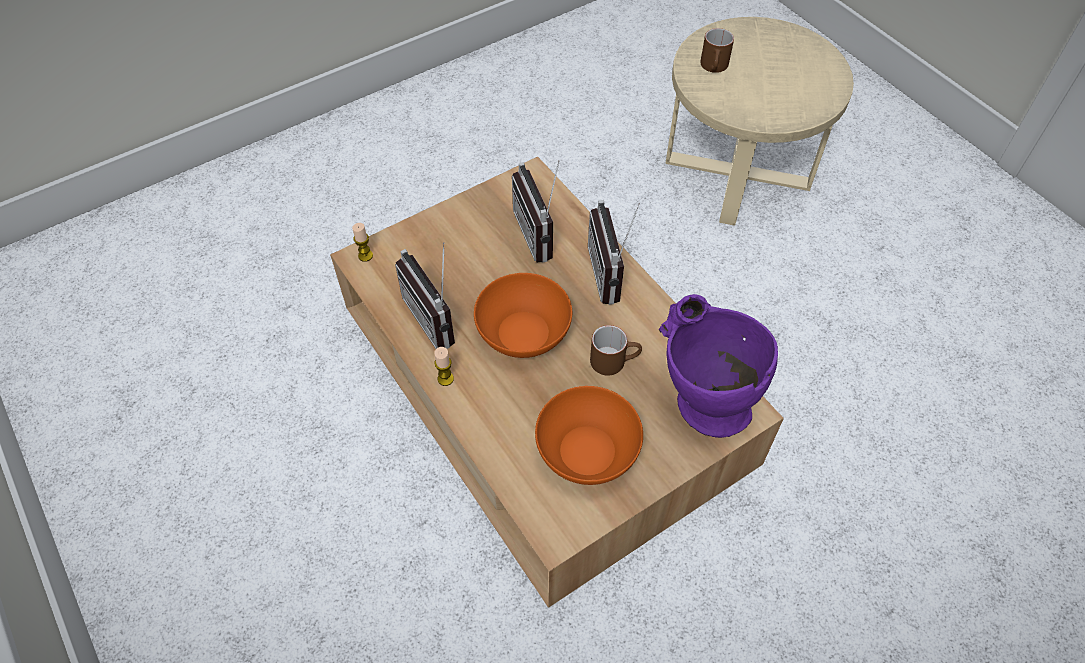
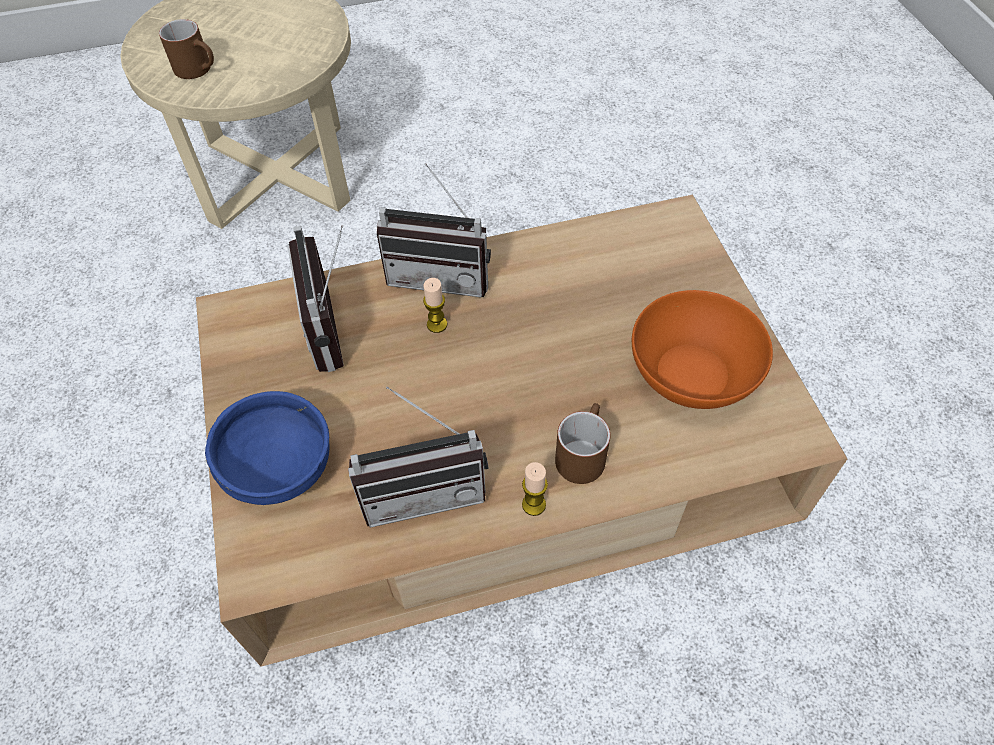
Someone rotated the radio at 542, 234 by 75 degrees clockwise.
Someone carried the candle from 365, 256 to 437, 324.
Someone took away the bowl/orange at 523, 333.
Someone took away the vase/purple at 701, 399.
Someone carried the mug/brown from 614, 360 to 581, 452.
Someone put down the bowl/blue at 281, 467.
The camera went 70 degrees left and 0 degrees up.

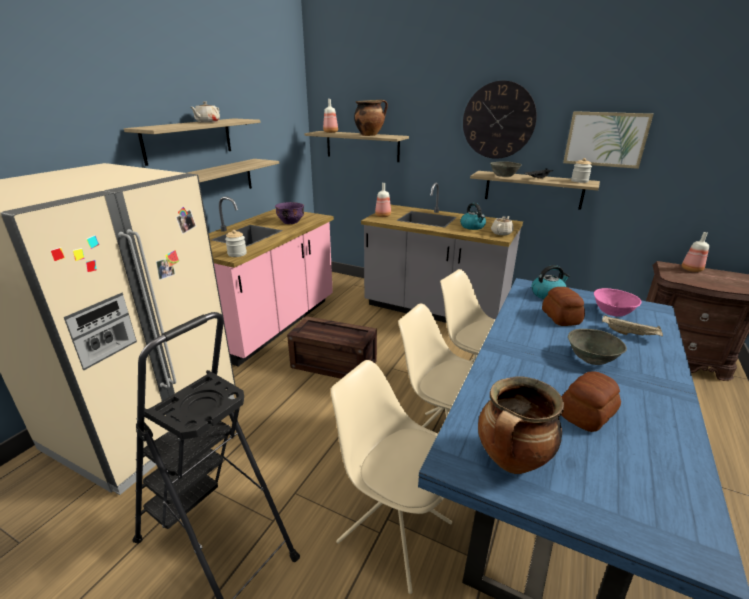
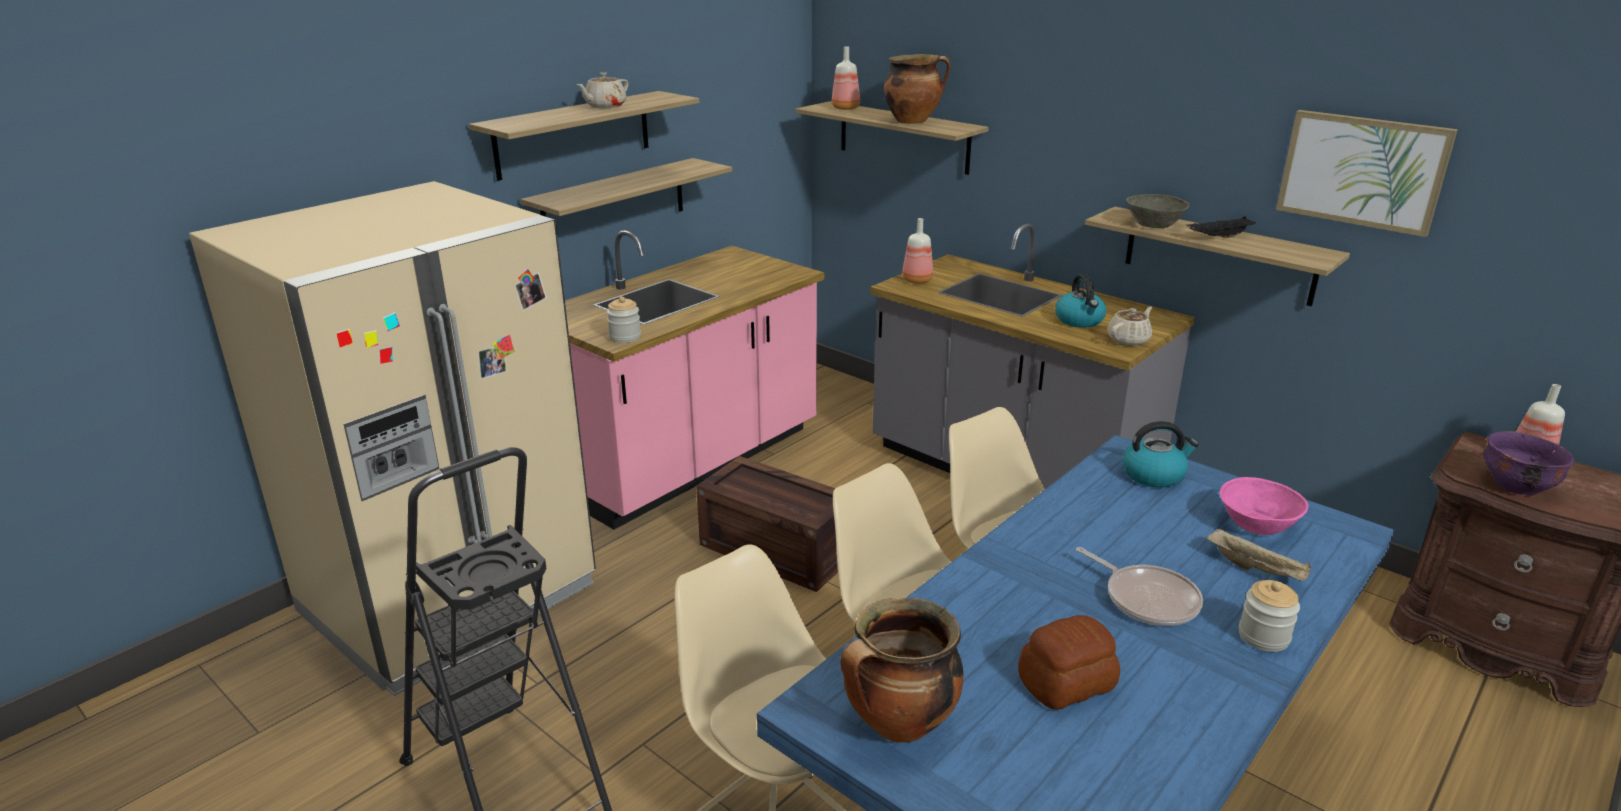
Someone took away the wall clock at 498, 120.
Someone carried the jar from 579, 181 to 1263, 636.
Someone carried the bowl/purple from 290, 222 to 1515, 486.
Someone took away the bread at 560, 317.
Someone swapped the bowl/grey at 591, 357 for the frying pan at 1147, 599.
The camera went 15 degrees right and 0 degrees up.

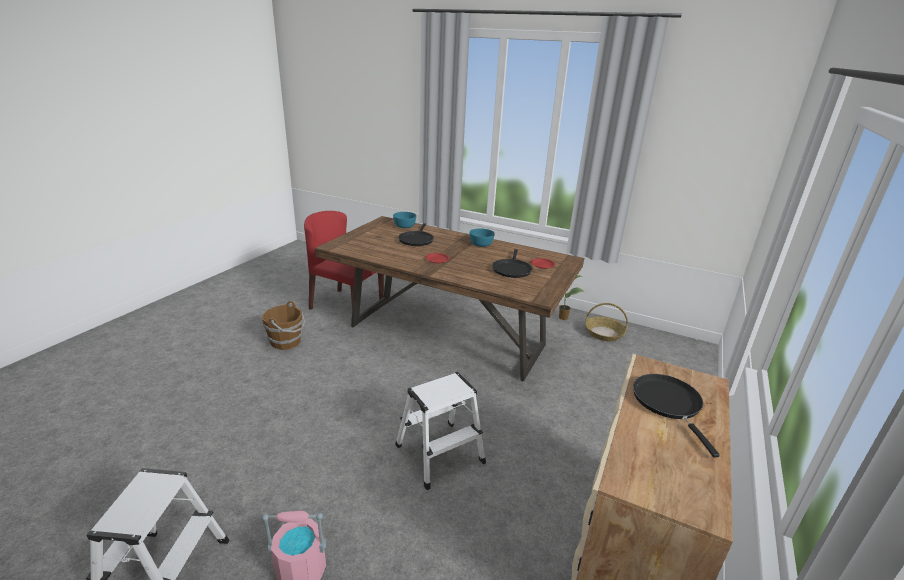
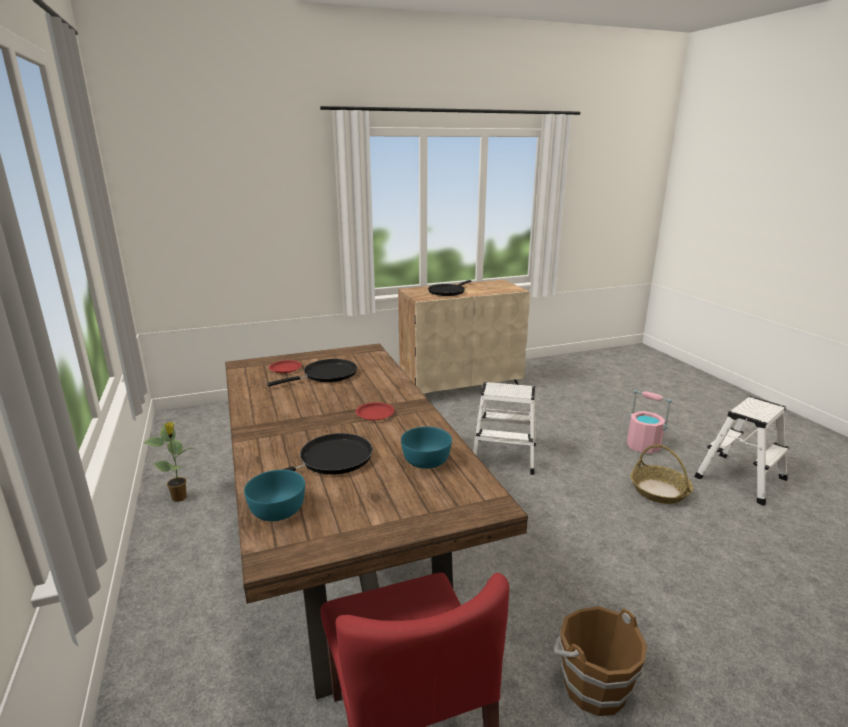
Someone carried the bowl/turquoise from 481, 244 to 425, 460.
Someone carried the basket from 603, 333 to 659, 491.
The camera went 135 degrees left and 5 degrees down.

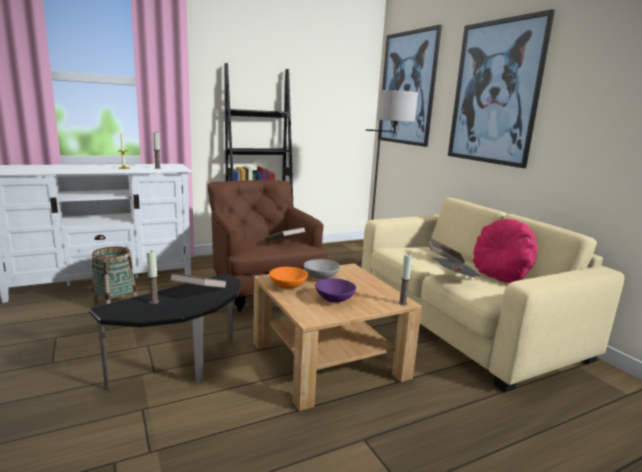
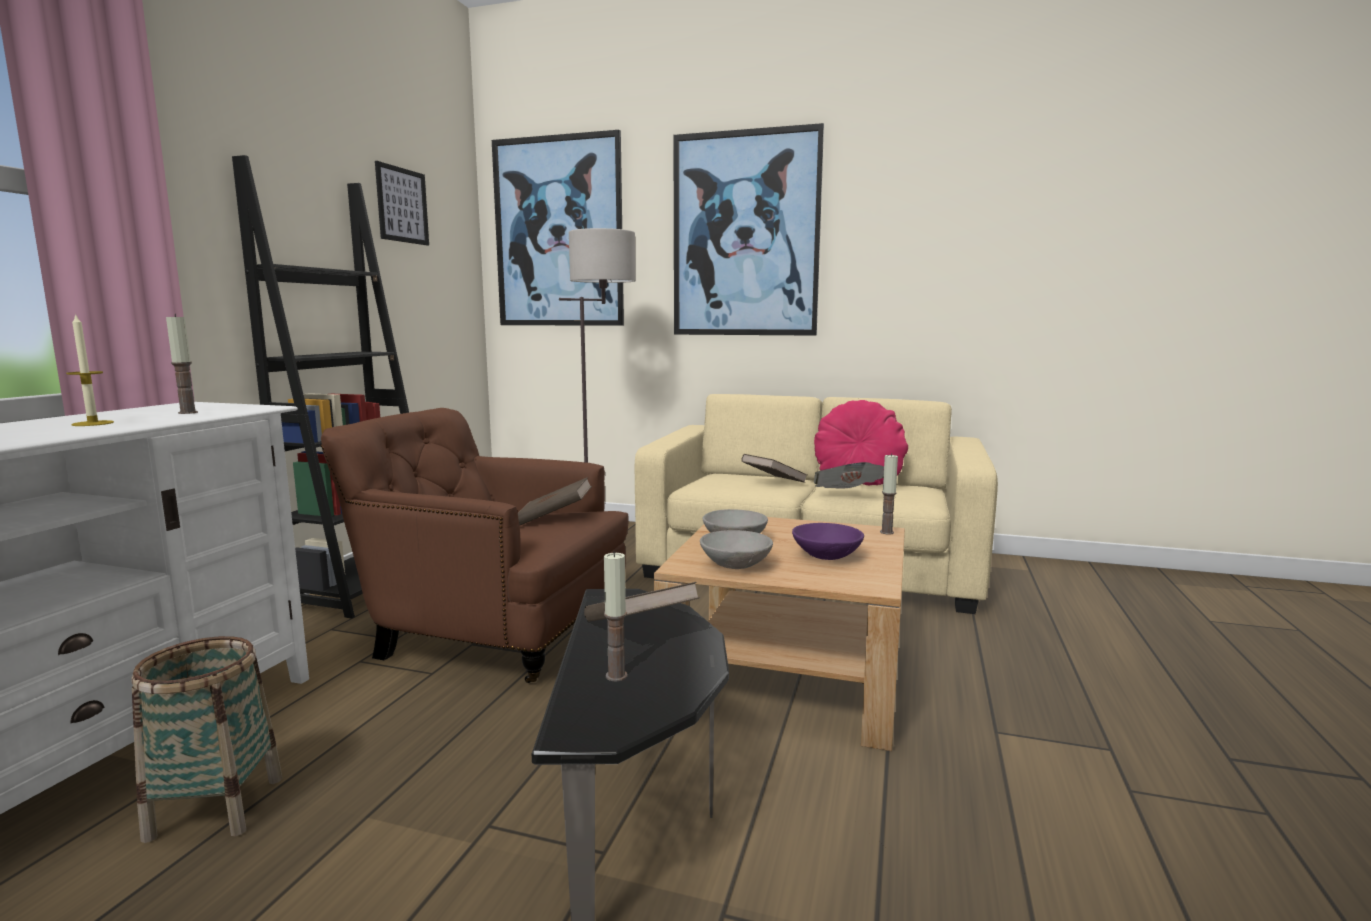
Someone repainted the bowl/orange at 287, 286, which became the bowl/grey at 735, 565.
Someone put up the picture at 402, 205.
The camera went 45 degrees left and 5 degrees down.

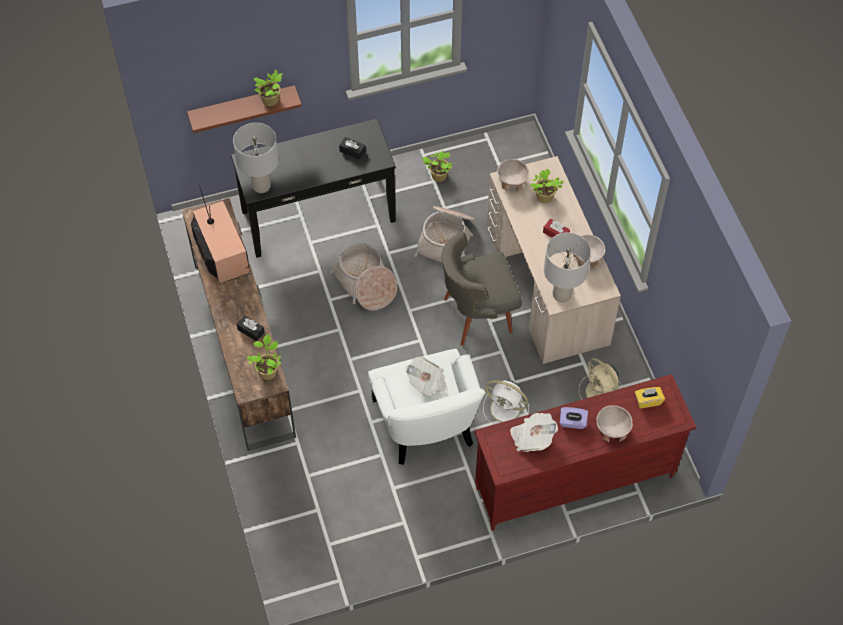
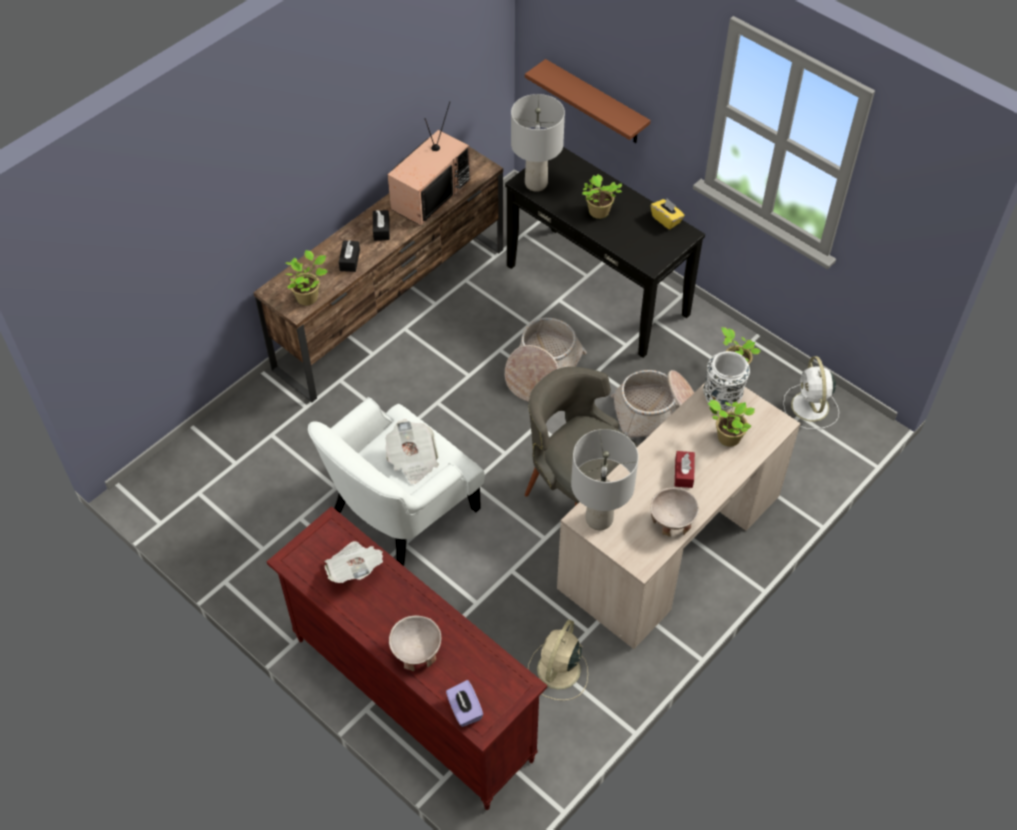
Someone carried the potted plant from 271, 101 to 598, 213.
Someone carried the tissue box/black from 352, 151 to 381, 229.
Someone swapped the bowl/beige at 512, 183 for the vase/white at 722, 396.
Someone carried the fan/white from 506, 409 to 810, 408.
Someone carried the tissue box/yellow from 648, 401 to 666, 220.
Someone carried the tissue box/purple from 572, 422 to 464, 710.
The camera went 60 degrees right and 5 degrees down.

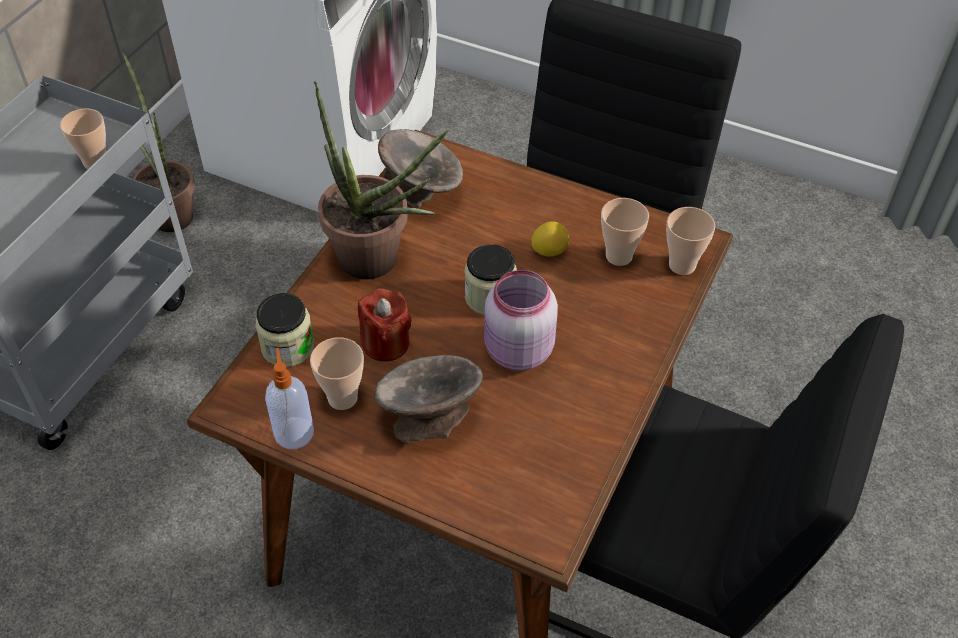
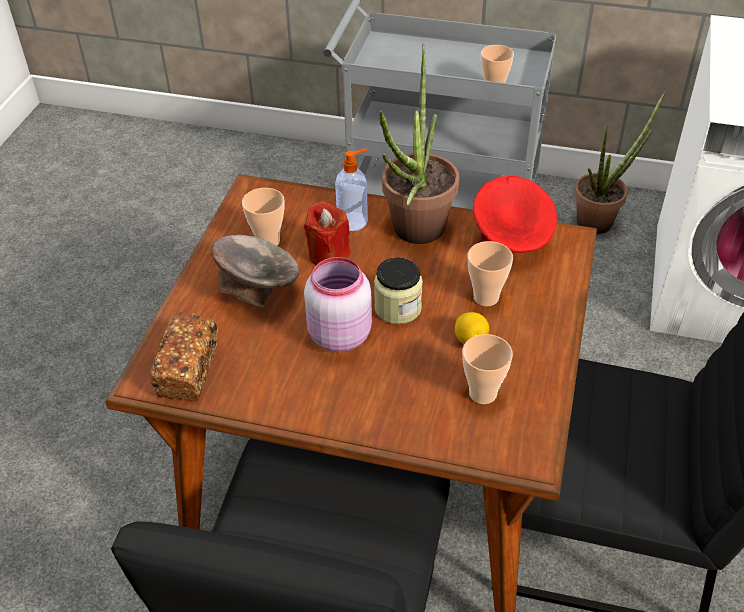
Someone repainted the bowl/grey at 421, 192, which became the bowl/red at 511, 244.
Someone carried the cup from 682, 265 to 486, 297.
Someone took away the jar at 288, 347.
Someone carried the soap dispenser from 294, 432 to 353, 221.
Someone put down the bread at 188, 369.
The camera went 80 degrees right and 5 degrees down.

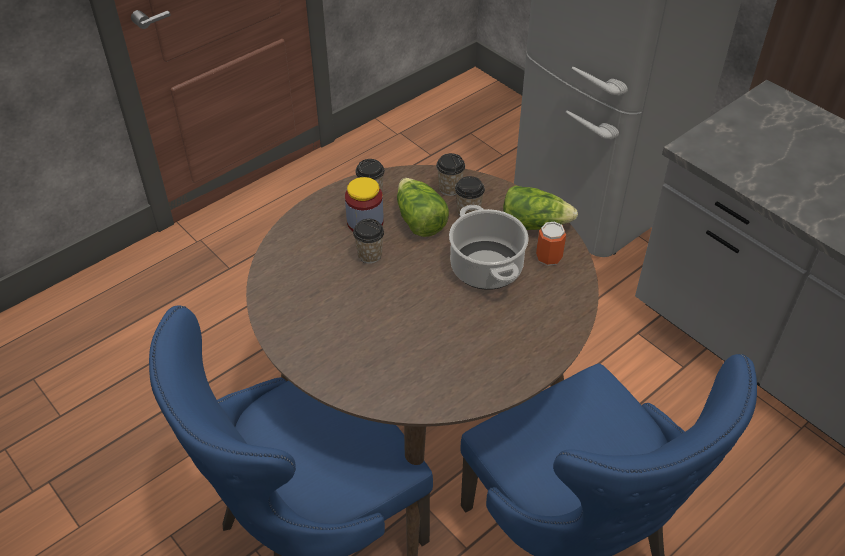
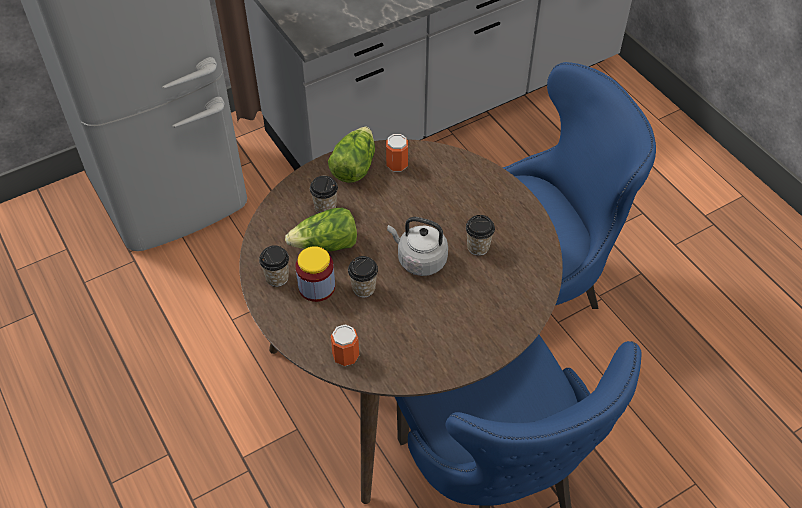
Someone carried the cup from 450, 188 to 478, 247.
Someone took away the cooking pot at 487, 268.
Someone put down the kettle/grey at 419, 260.
Someone put down the can at 346, 356.
The camera went 80 degrees left and 5 degrees up.

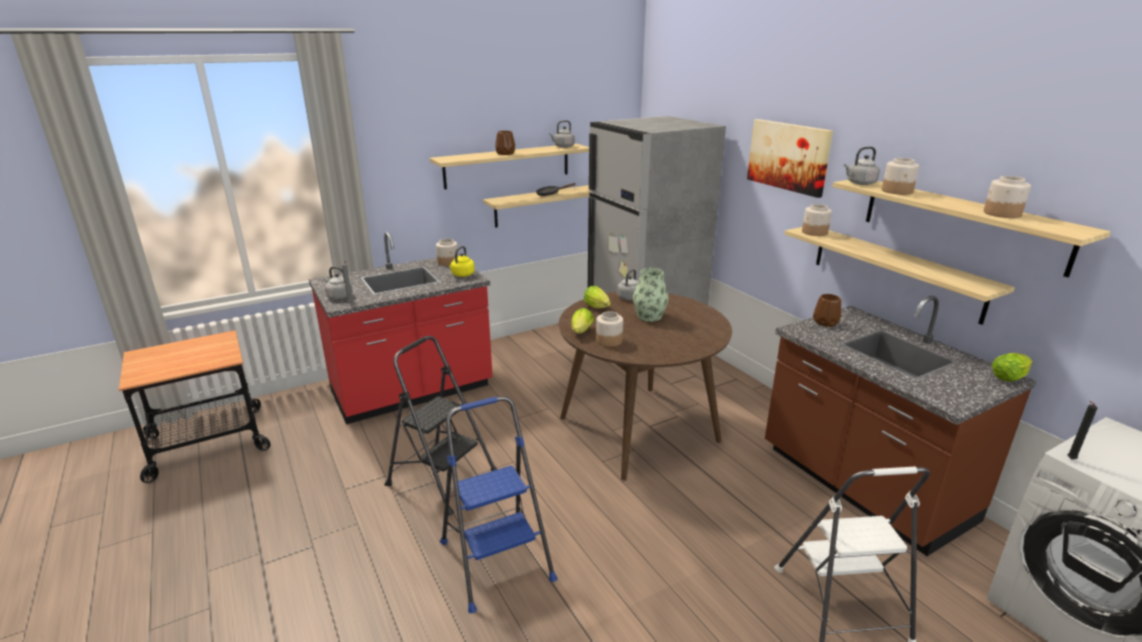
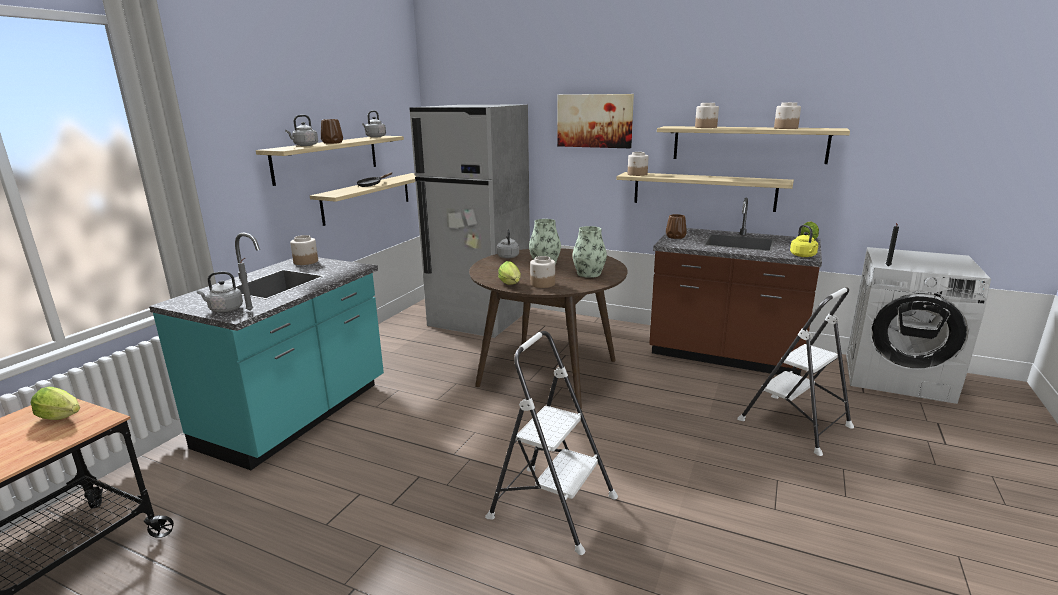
Someone carried the kettle/grey from 859, 183 to 304, 145.
Someone repainted the counter/red at 412, 391, which became the counter/turquoise at 297, 415.
Someone carried the kettle/yellow from 462, 275 to 803, 256.
Someone carried the lettuce from 598, 308 to 63, 418.
Someone took away the step ladder/black at 440, 476.
Someone repainted the step ladder/blue at 495, 556, which became the step ladder/white at 549, 504.
Someone put down the vase at 589, 274.
The camera went 35 degrees left and 5 degrees down.

